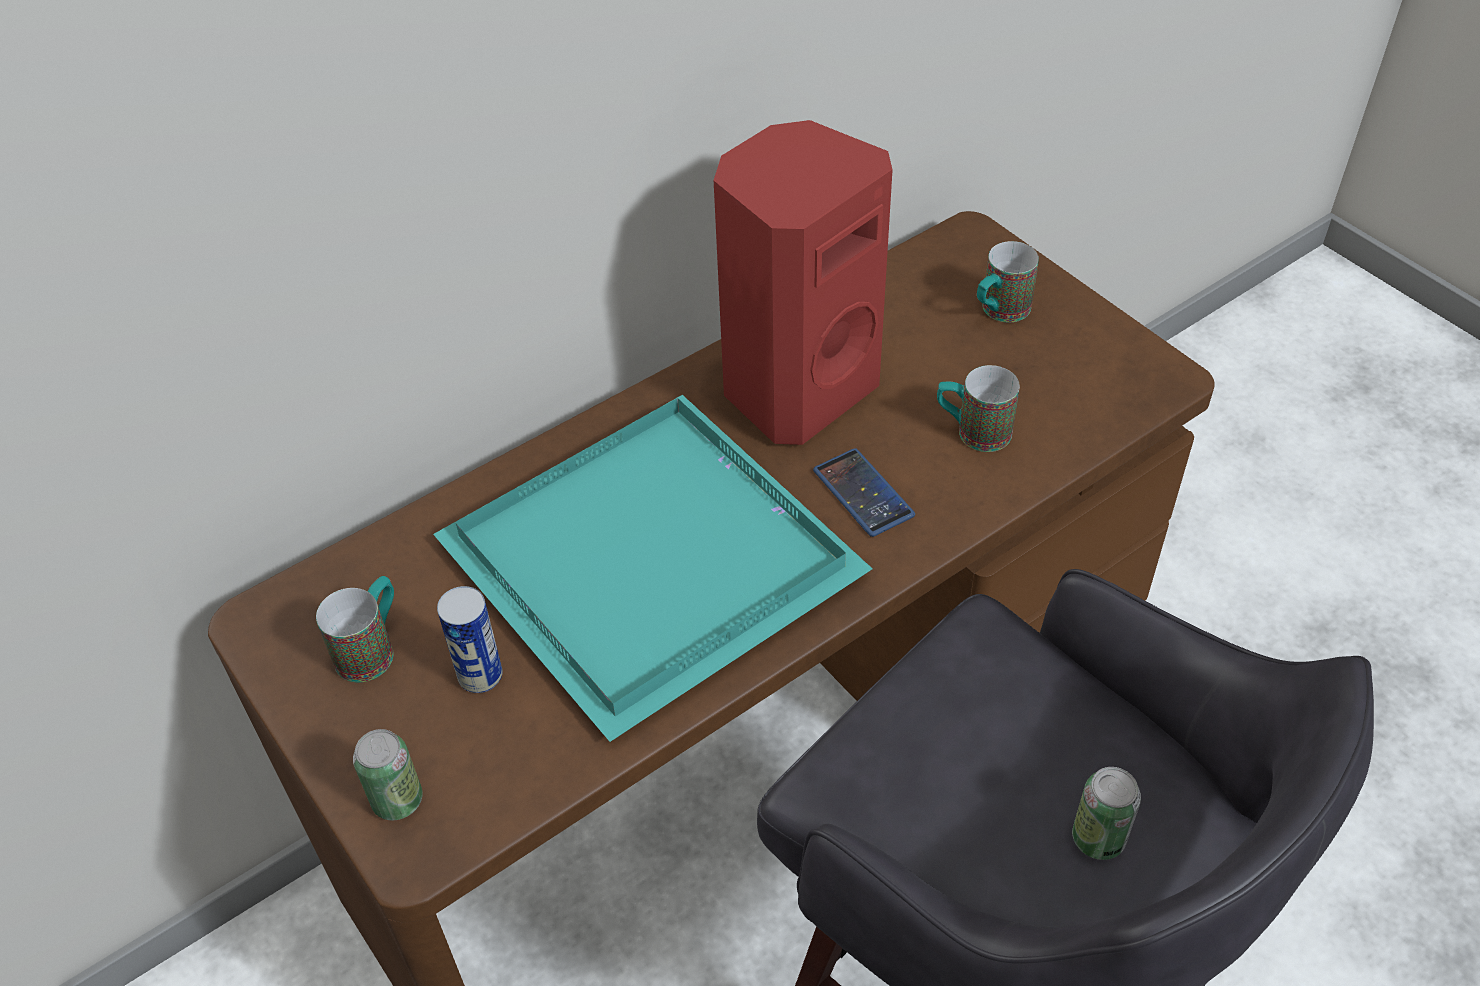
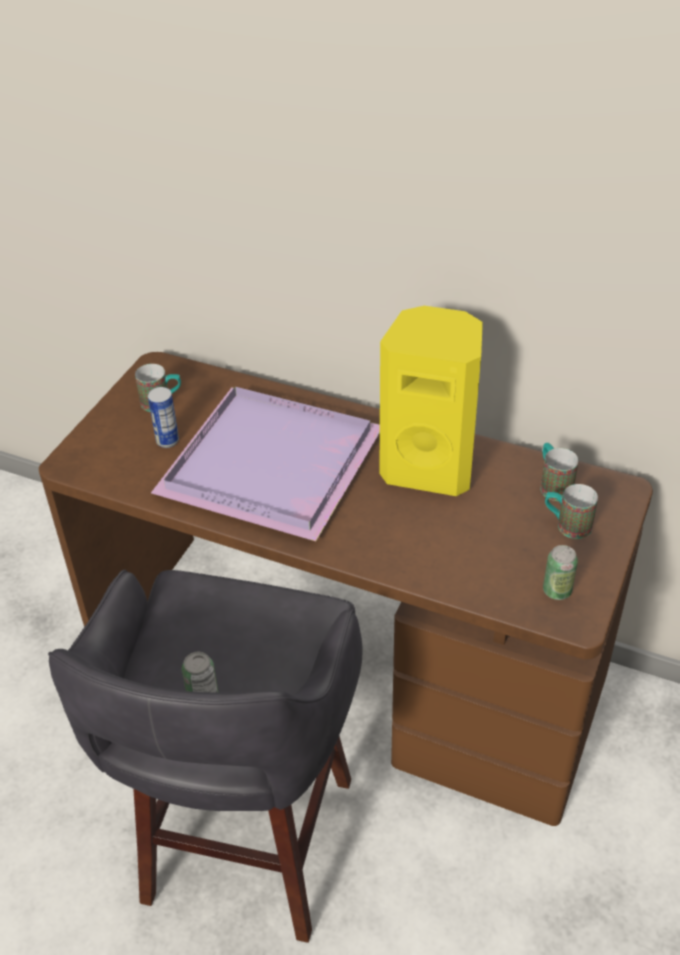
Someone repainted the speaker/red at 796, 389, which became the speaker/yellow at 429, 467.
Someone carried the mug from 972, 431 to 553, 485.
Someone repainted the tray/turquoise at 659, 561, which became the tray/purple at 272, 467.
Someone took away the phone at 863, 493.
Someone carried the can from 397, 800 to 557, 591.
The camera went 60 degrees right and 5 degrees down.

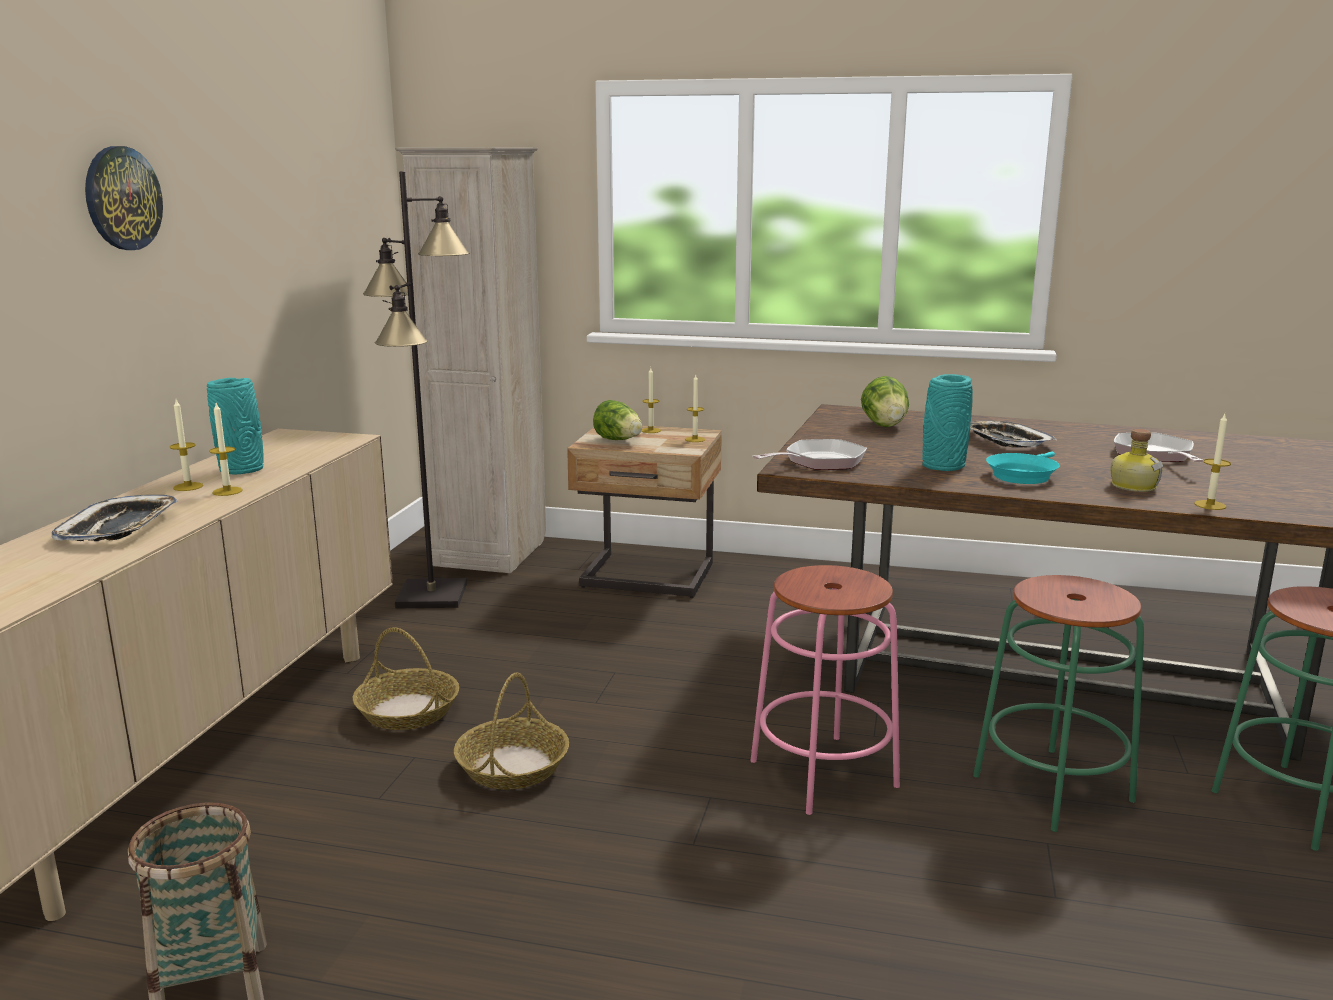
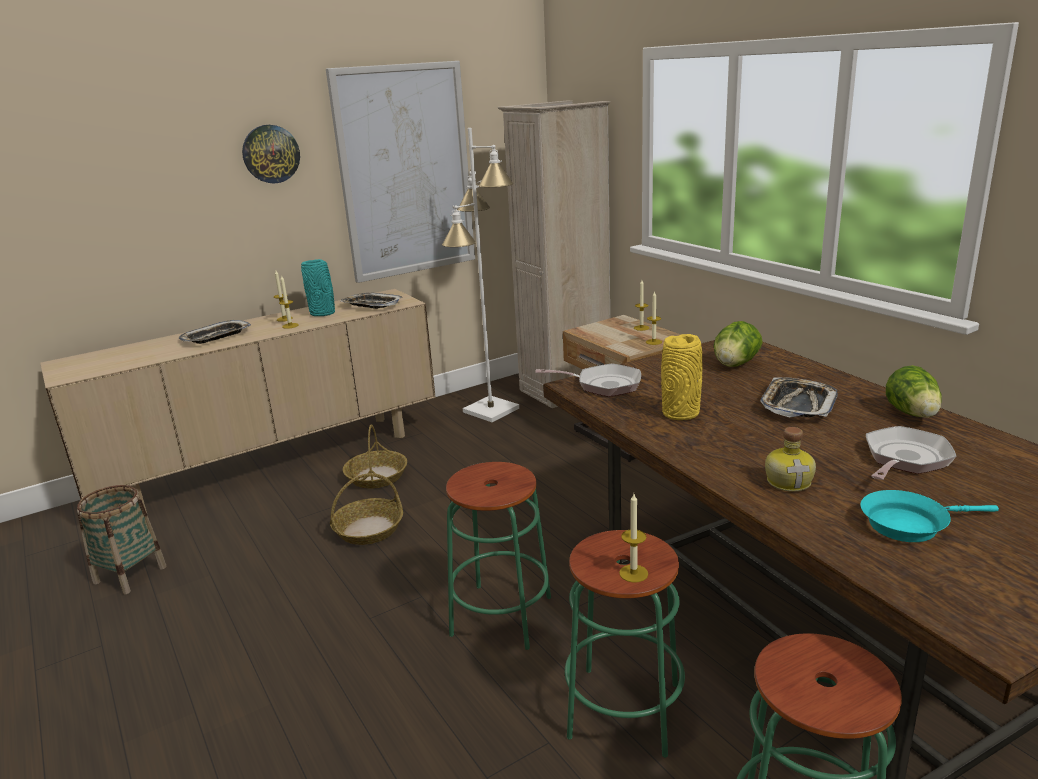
Someone repainted the floor lamp/black at 432, 596, which became the floor lamp/white at 491, 410.
Someone repainted the vase/turquoise at 942, 466, which became the vase/yellow at 680, 413.
Someone carried the lettuce from 619, 440 to 913, 414.
Someone carried the candle from 1210, 505 to 633, 573.
Someone carried the frying pan/turquoise from 1023, 475 to 909, 524.
Someone repainted the stool/pink at 823, 773, which became the stool/green at 501, 615.
Someone put up the picture at 405, 172.
Someone put down the tray at 372, 305.
The camera went 45 degrees right and 5 degrees up.

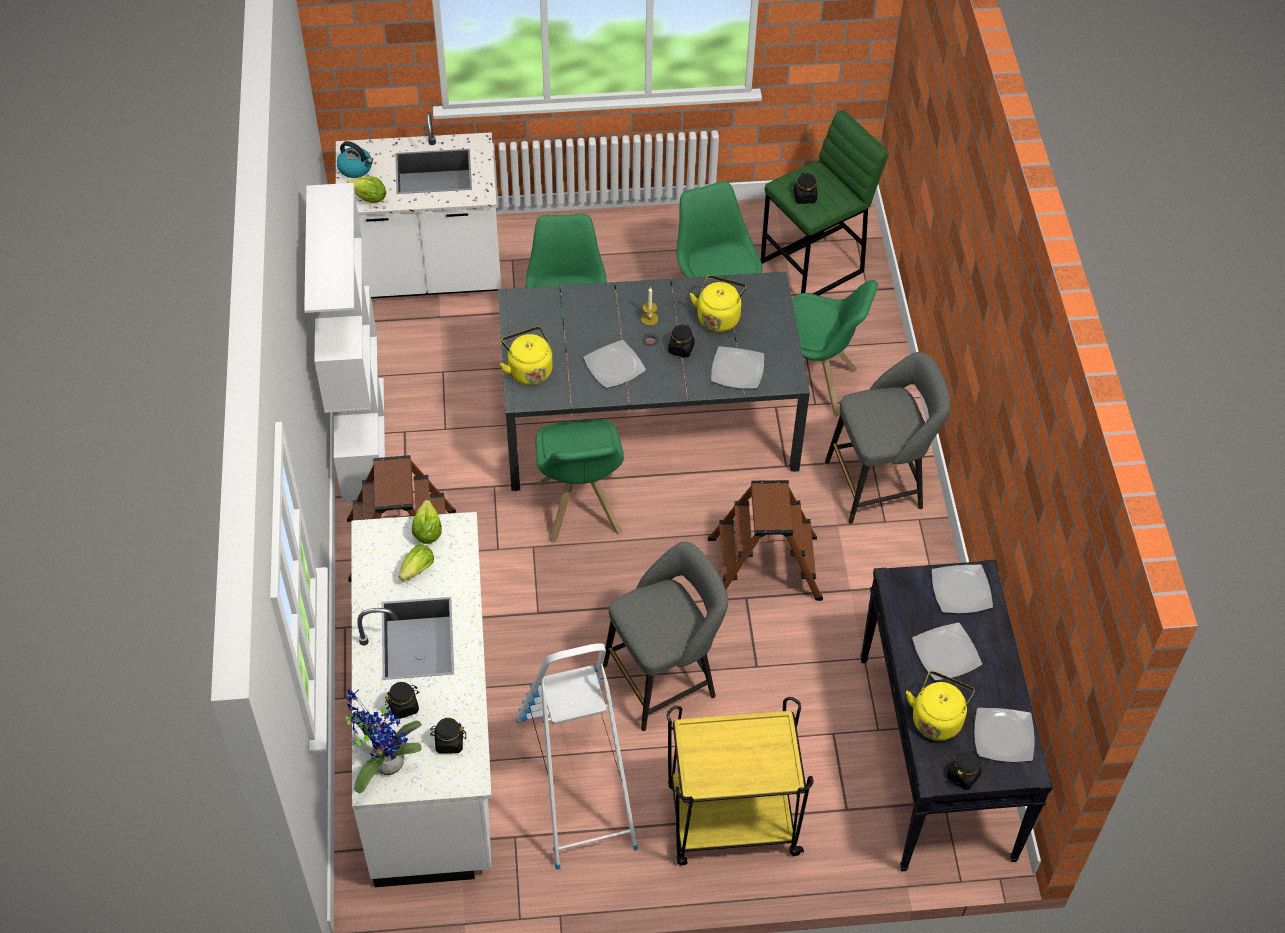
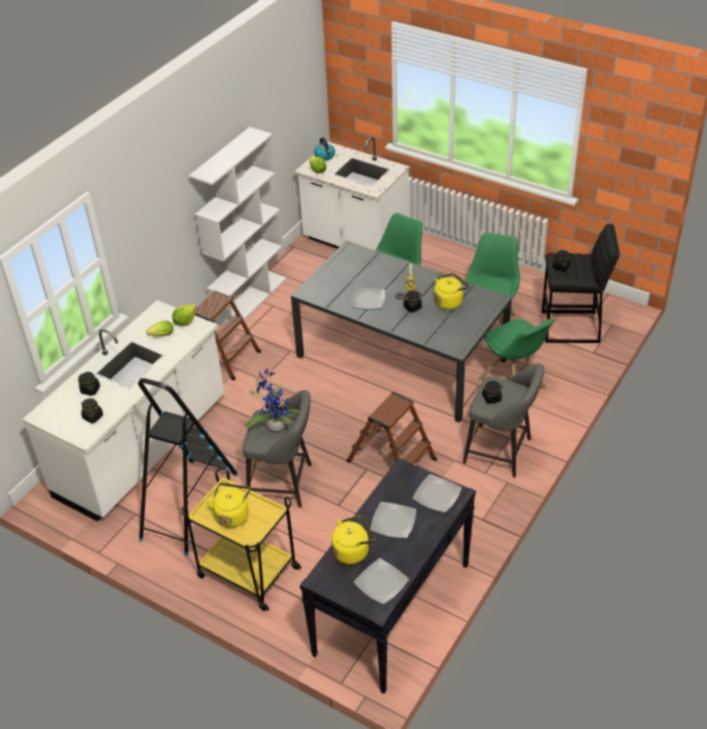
Someone repainted the stool/green at 814, 266, which became the stool/black at 572, 327.
Someone carried the kettle/yellow from 528, 369 to 232, 514.
Someone took away the plate at 738, 370.
Someone took away the chair/green at 580, 508.
Someone repainted the step ladder/white at 574, 781, which became the step ladder/black at 189, 505.
Someone carried the potted plant from 384, 761 to 274, 425.
Someone carried the jar/black from 963, 775 to 492, 398.
The camera went 40 degrees right and 10 degrees down.

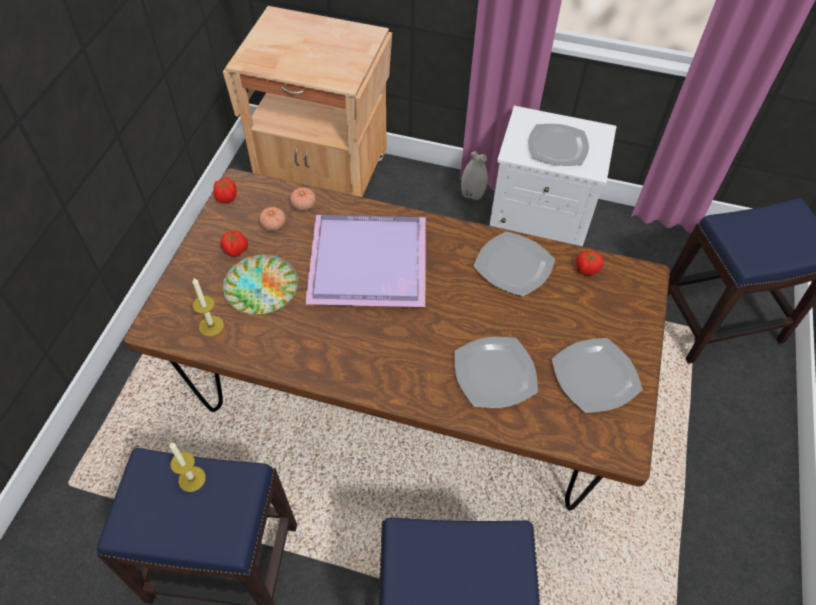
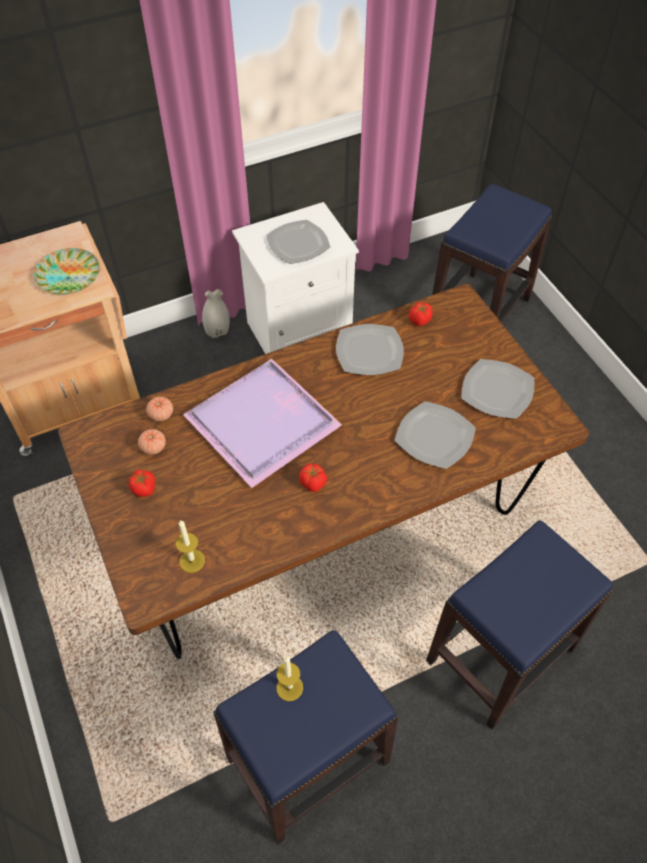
Someone carried the tomato from 226, 198 to 313, 484.
Someone carried the plate from 261, 288 to 68, 276.
The camera went 40 degrees left and 0 degrees up.

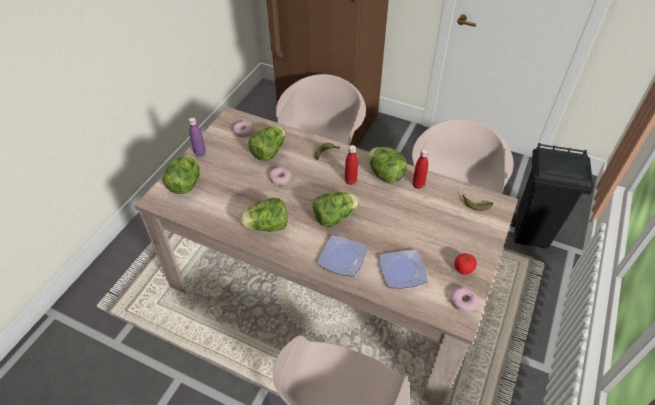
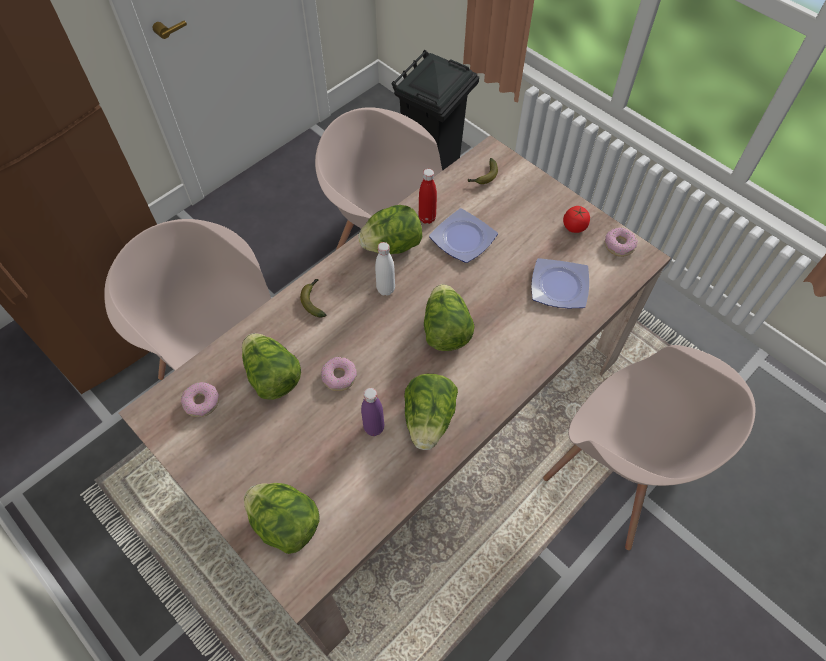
Someone carried the bottle/purple from 200, 153 to 374, 428.
Someone repainted the bottle/red at 350, 181, which became the bottle/white at 386, 289.
Someone carried the plate from 341, 258 to 463, 240.
The camera went 70 degrees left and 10 degrees up.

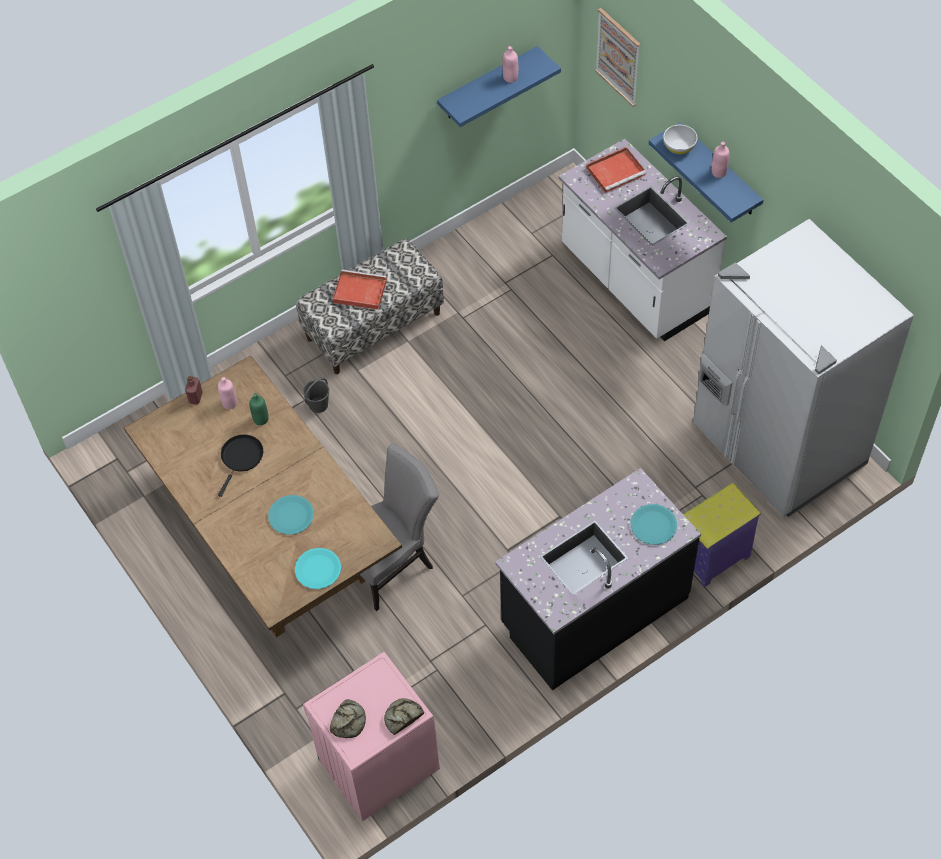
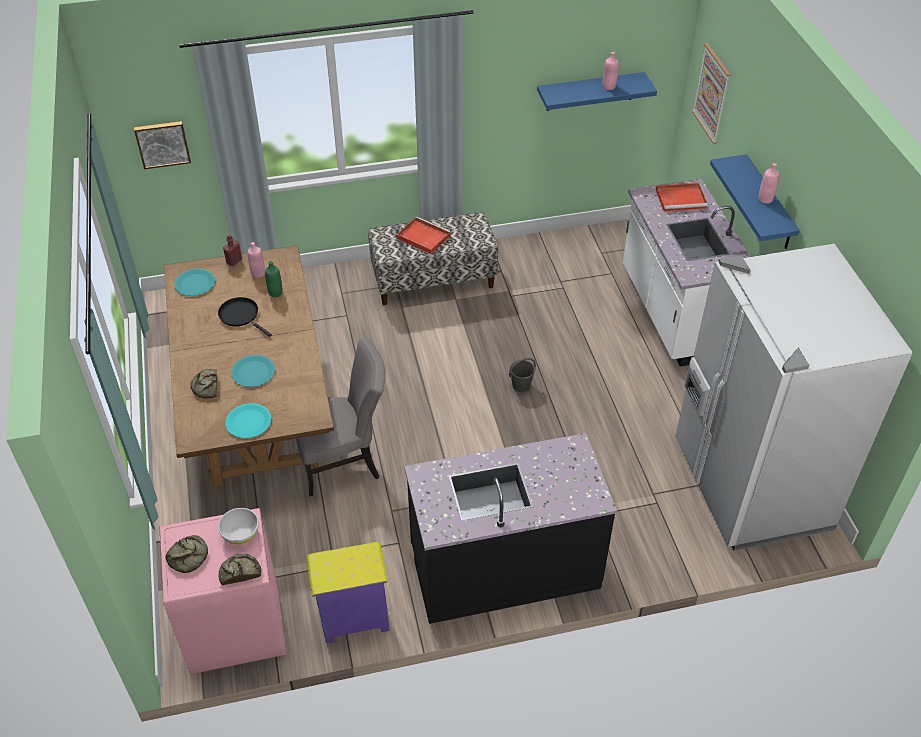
Someone carried the bowl/white from 679, 146 to 240, 533.
Someone carried the bucket/grey from 318, 405 to 521, 385.
Someone rotated the frying pan/black at 241, 458 by 90 degrees counterclockwise.
Someone carried the nightstand from 712, 558 to 352, 617.
Someone carried the plate/turquoise from 653, 525 to 195, 283.
Someone put up the picture at 162, 143.
Someone put down the bread at 206, 387.
The camera went 20 degrees right and 10 degrees down.

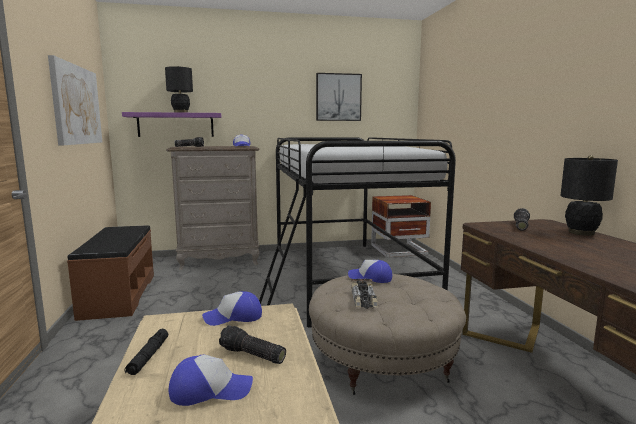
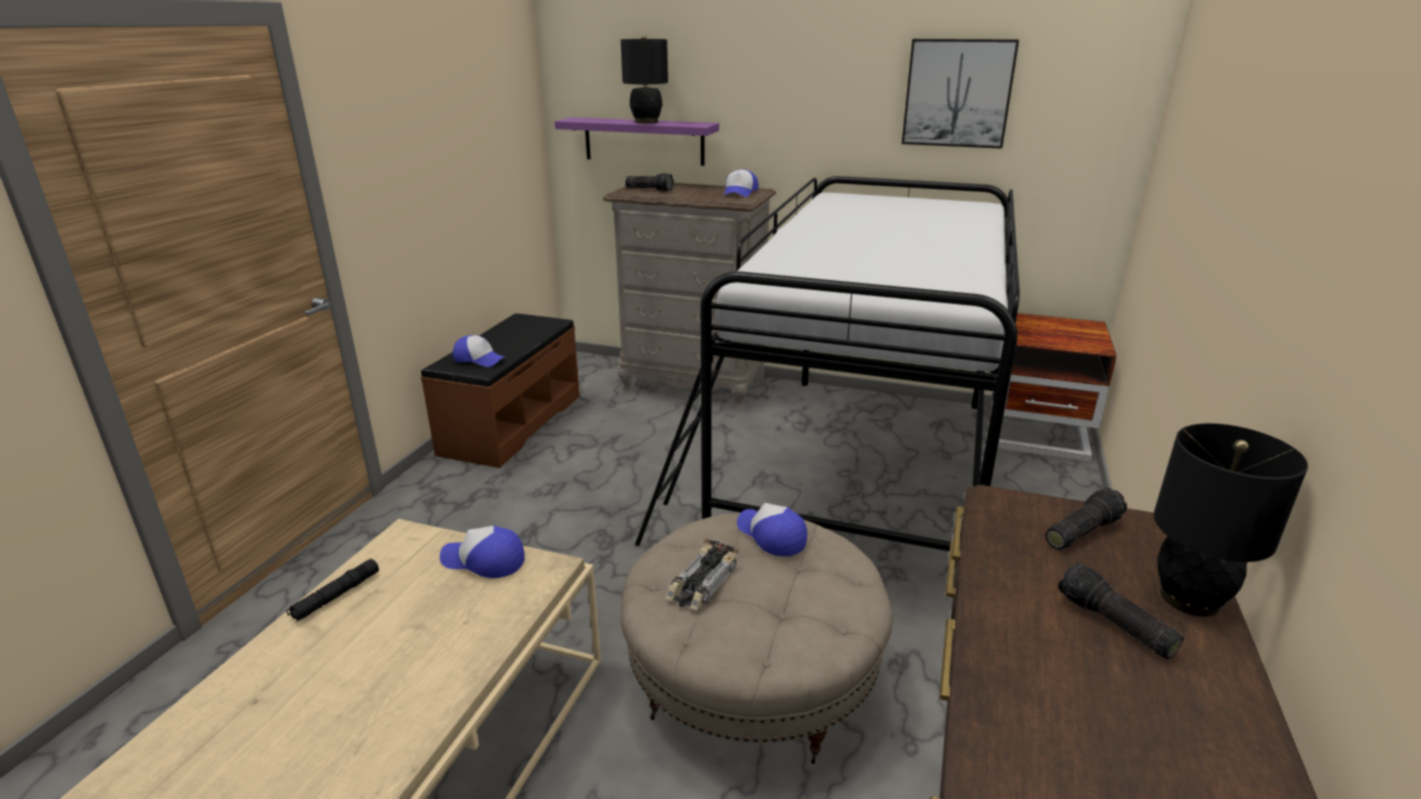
Someone took away the picture at 76, 105.
Someone carried the flashlight from 251, 355 to 1112, 624.
Someone carried the cap from 210, 390 to 479, 359.
The camera went 30 degrees right and 15 degrees up.

